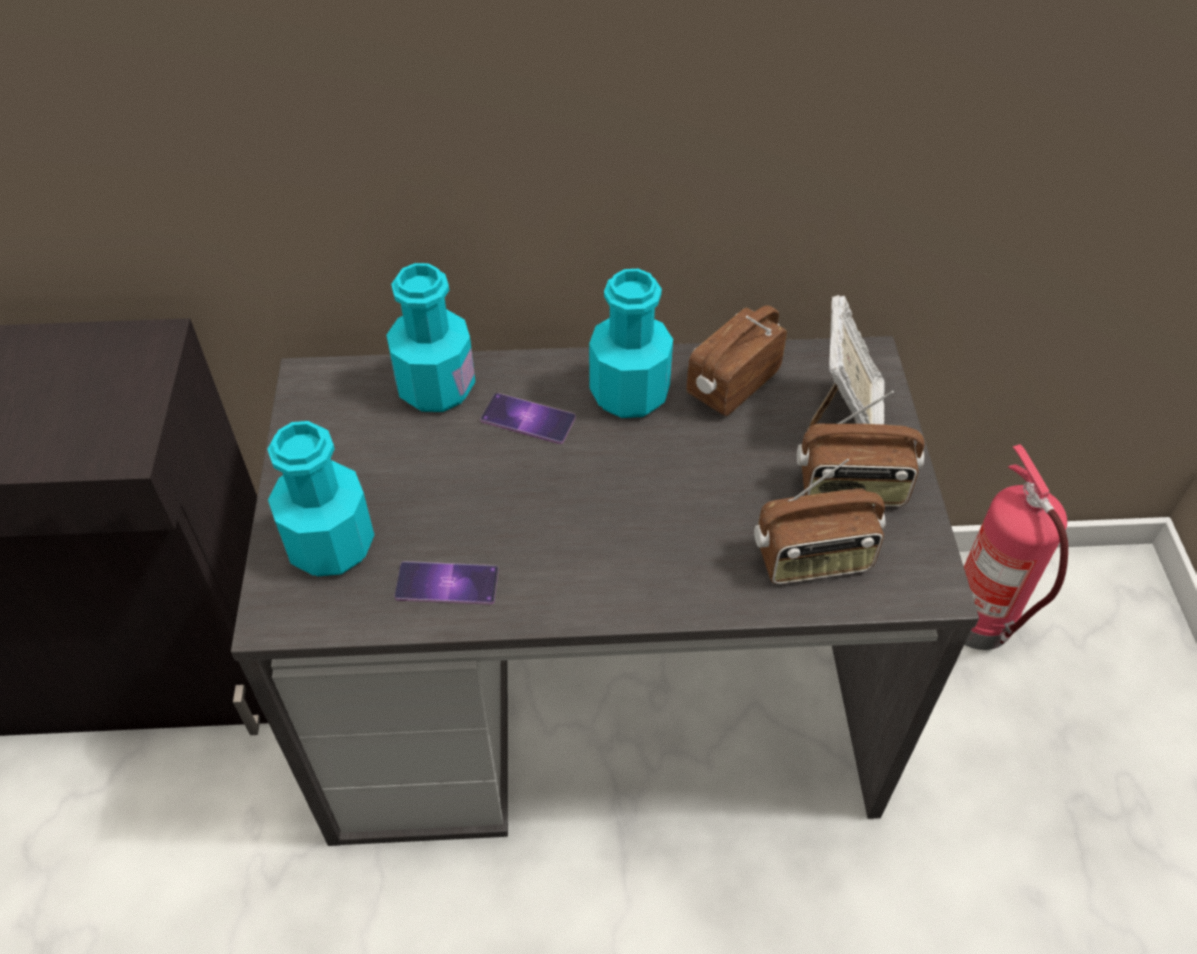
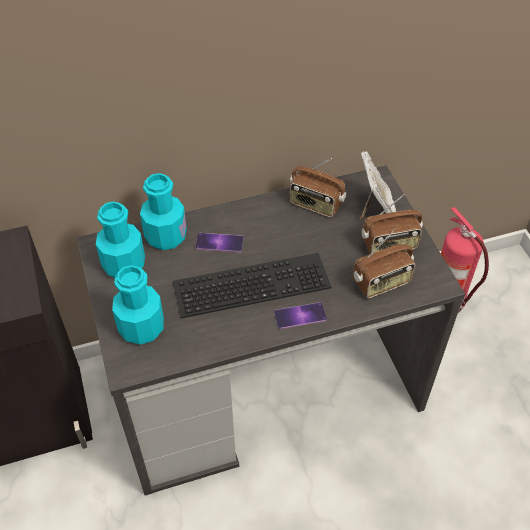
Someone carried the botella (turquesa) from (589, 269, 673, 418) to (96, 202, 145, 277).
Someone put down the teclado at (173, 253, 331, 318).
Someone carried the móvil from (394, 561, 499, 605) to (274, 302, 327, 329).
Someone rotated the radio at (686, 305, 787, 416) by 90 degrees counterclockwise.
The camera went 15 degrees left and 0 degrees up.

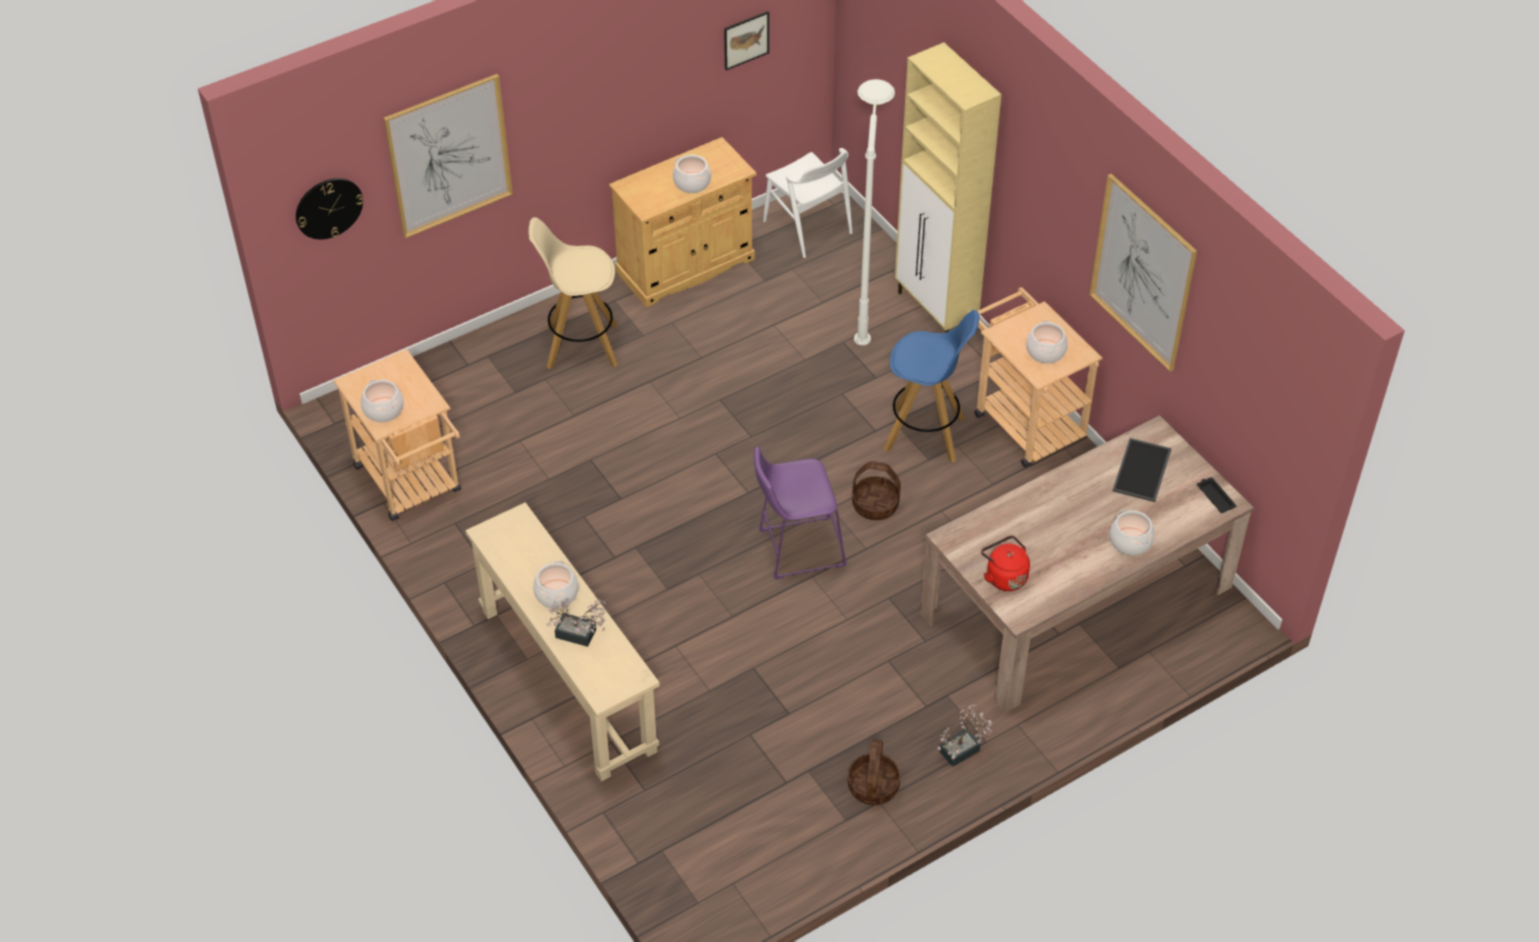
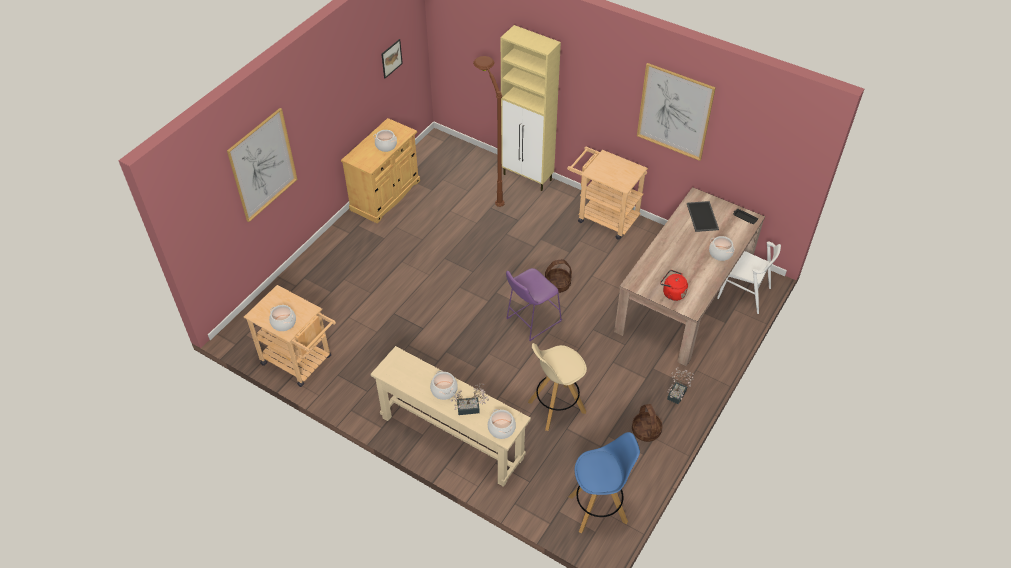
Someone repainted the lámpara de pie (blanco) at (854, 79, 895, 346), which became the lámpara de pie (marrón) at (473, 56, 505, 207).
Someone carried the olla from (1026, 321, 1068, 364) to (488, 409, 516, 439).
Someone carried the taburete (beis) from (528, 217, 618, 369) to (528, 343, 587, 431).
Someone carried the taburete (azul) from (883, 310, 979, 462) to (569, 432, 640, 534).
Someone carried the silla (blanco) from (763, 148, 853, 258) to (717, 241, 781, 314).
Someone took away the reloj de pared at (296, 178, 364, 239).
The camera went 25 degrees left and 0 degrees up.

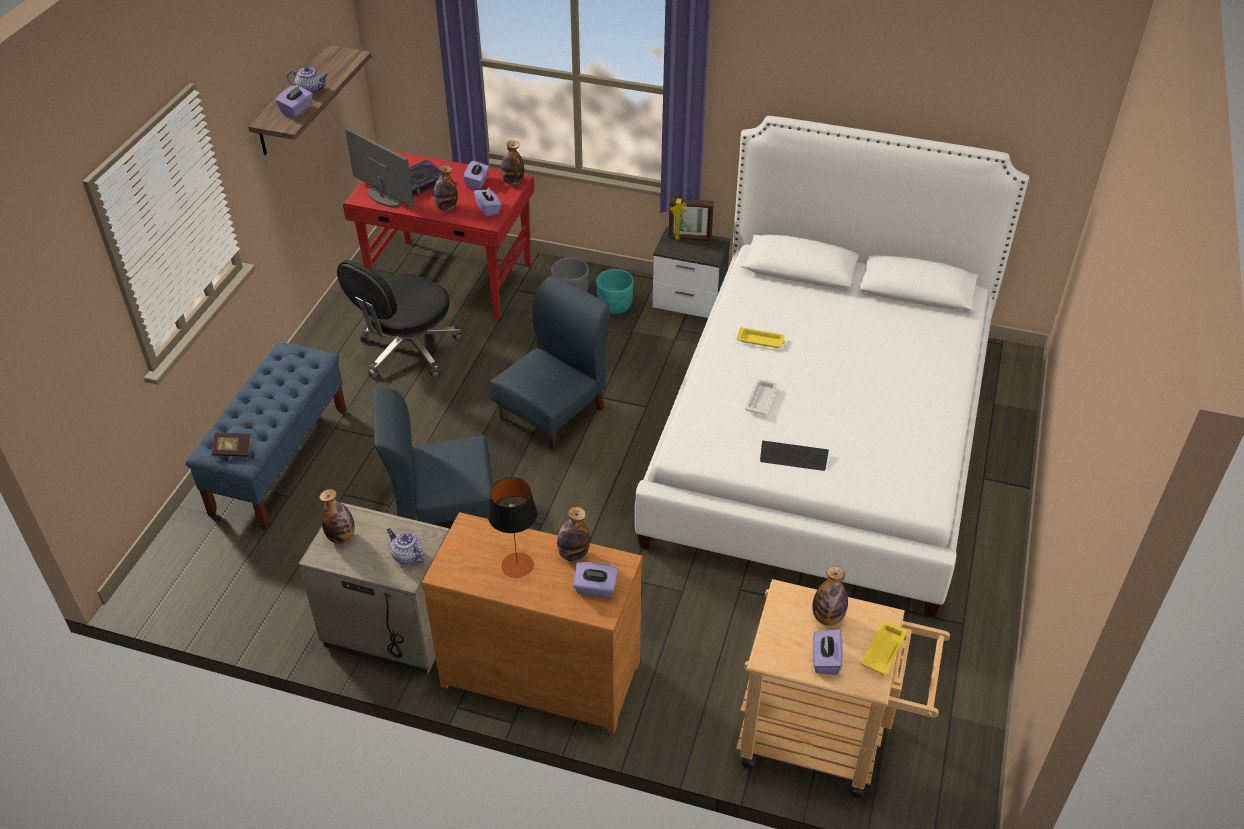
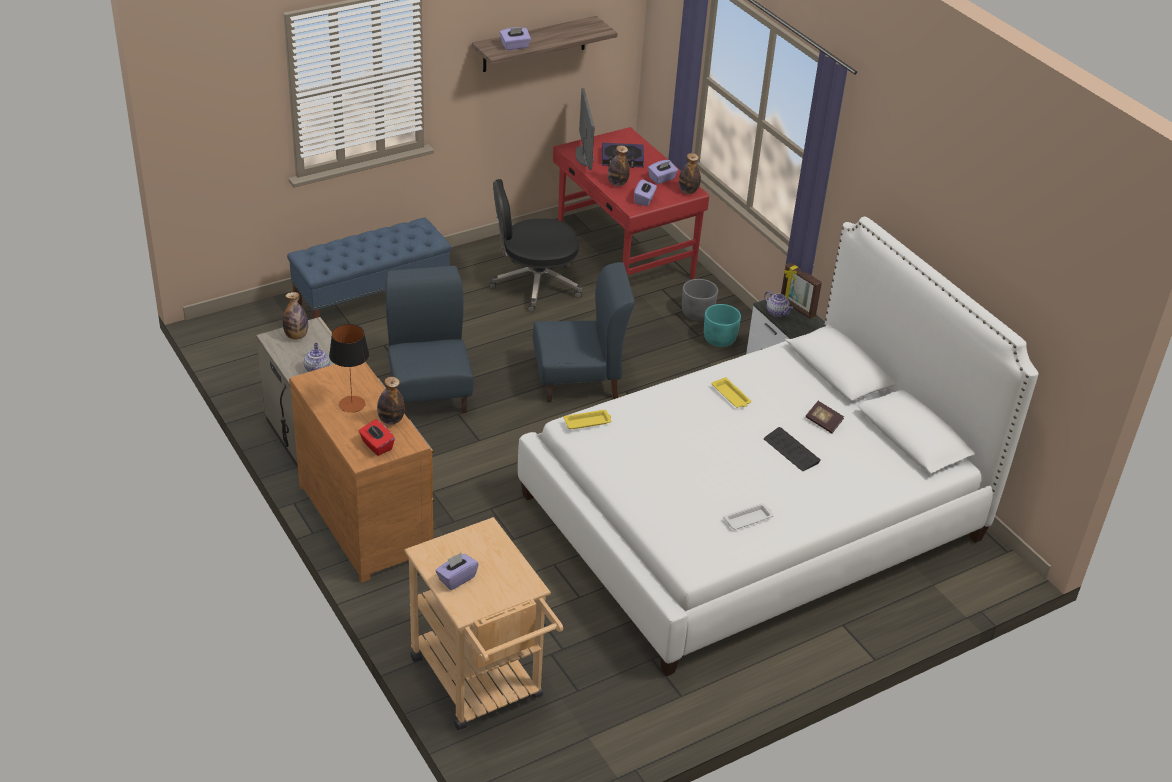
Someone repainted the caja de pañuelos (morado) at (573, 562, 618, 598), which became the caja de pañuelos (rojo) at (359, 419, 395, 456).
Someone rotated the silla (azul) at (372, 388, 493, 523) by 45 degrees clockwise.
Someone carried the bandeja (amarillo) from (861, 621, 907, 675) to (563, 410, 611, 429).
Someone carried the bandeja (blanco) from (745, 379, 777, 415) to (723, 503, 774, 530).
Someone carried the tetera from (287, 67, 328, 94) to (764, 291, 793, 317).
Someone carried the teclado from (760, 441, 829, 471) to (764, 427, 821, 471).
Someone carried the libro from (212, 433, 251, 457) to (806, 401, 844, 434).
Someone took away the botella at (812, 566, 848, 626).
The camera went 40 degrees right and 5 degrees down.

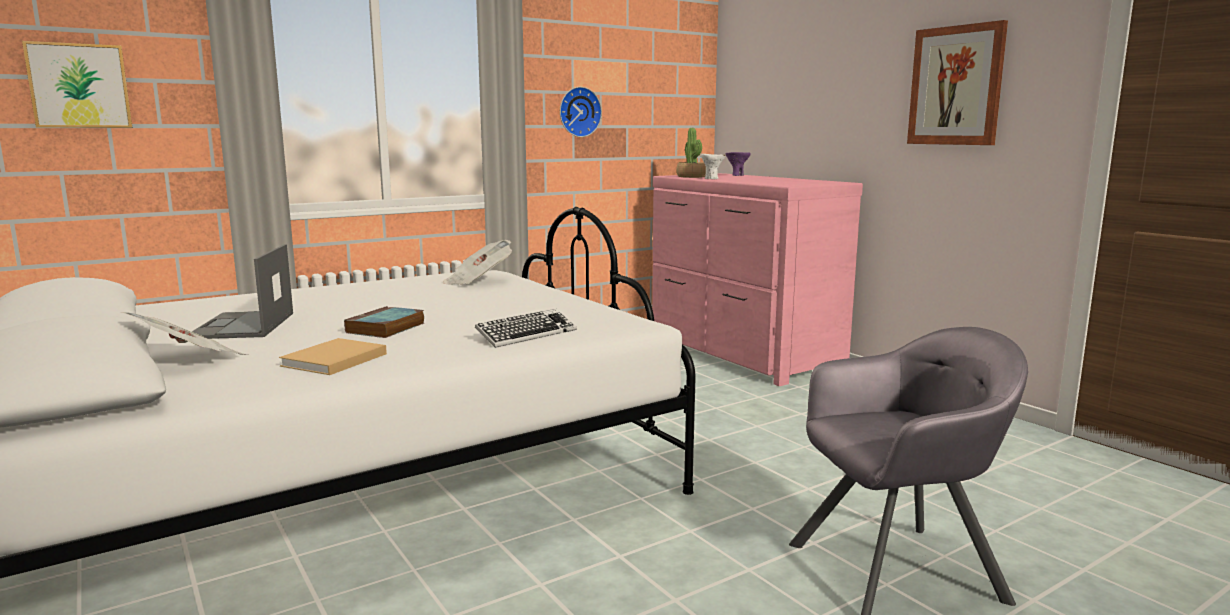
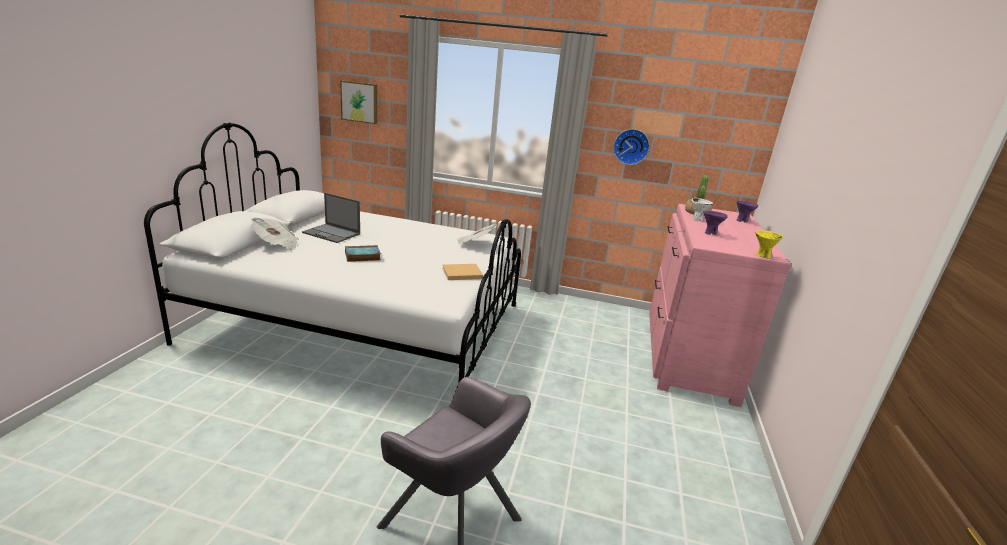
Someone rotated the portátil at (192, 244, 293, 339) by 105 degrees counterclockwise.
Someone carried the libro (beis) from (279, 338, 387, 375) to (442, 264, 483, 280).
Someone put down the cuenco (morado) at (703, 211, 728, 235).
Someone put down the cuenco (amarillo) at (756, 230, 783, 259).
Someone took away the teclado at (475, 309, 577, 348).
Someone took away the cuadro at (907, 20, 1008, 145).
The camera went 45 degrees right and 10 degrees up.

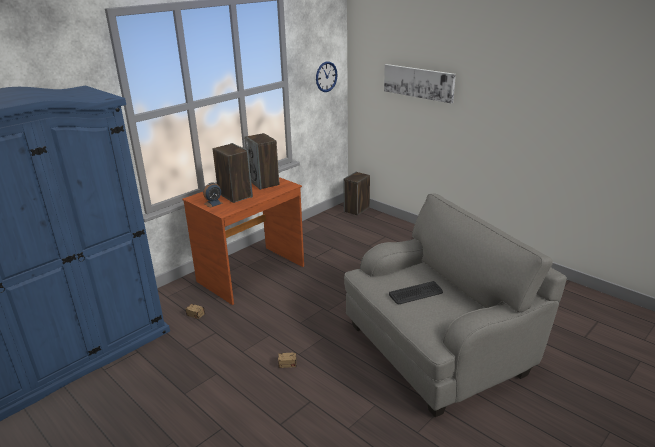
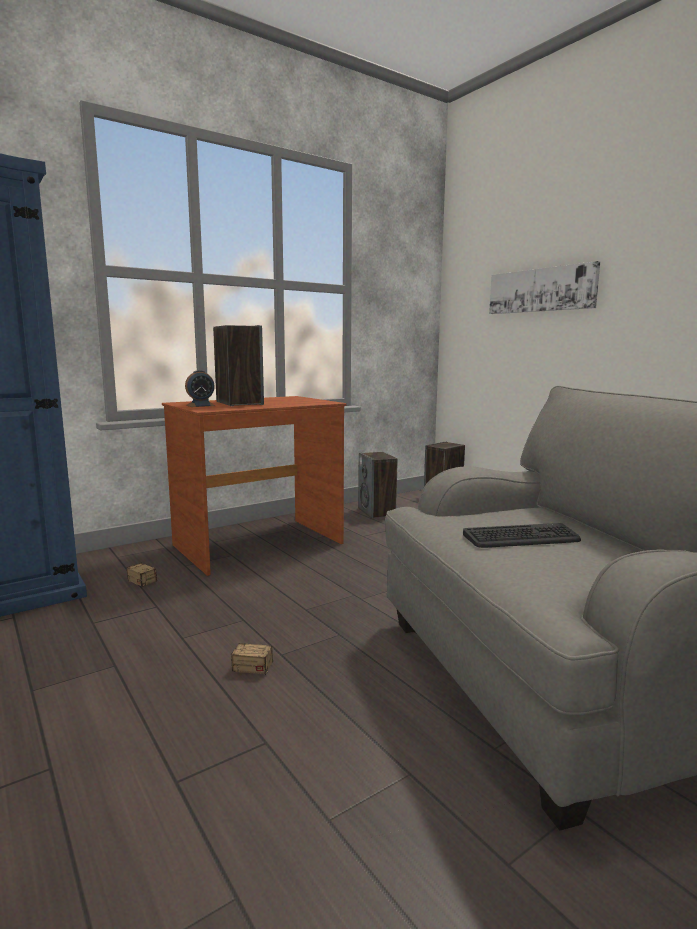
Someone carried the altavoz from (244, 133, 280, 190) to (358, 452, 398, 518).
Someone took away the reloj de pared at (316, 61, 338, 92).
The camera went 10 degrees right and 15 degrees down.

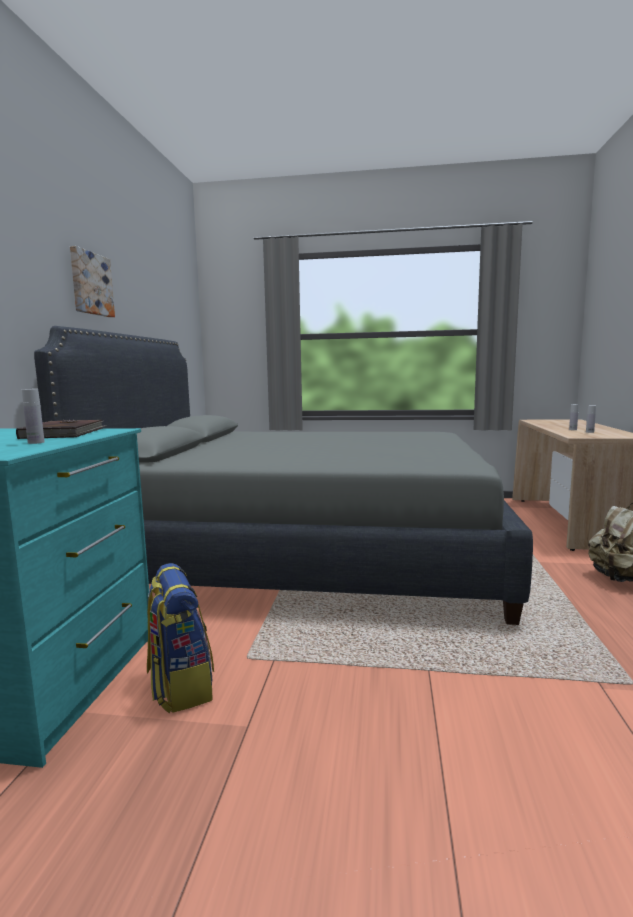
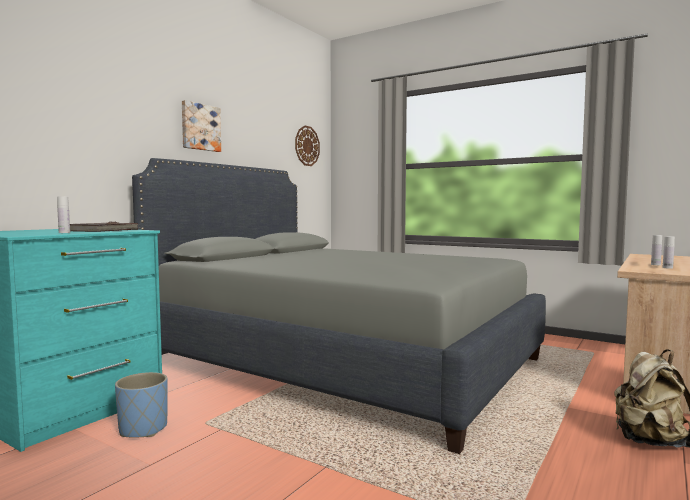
Someone swapped the mochila at (147, 563, 214, 713) for the maceta (azul) at (115, 372, 168, 438).
Someone put up the reloj de pared at (295, 125, 320, 166).
The camera went 25 degrees right and 5 degrees down.

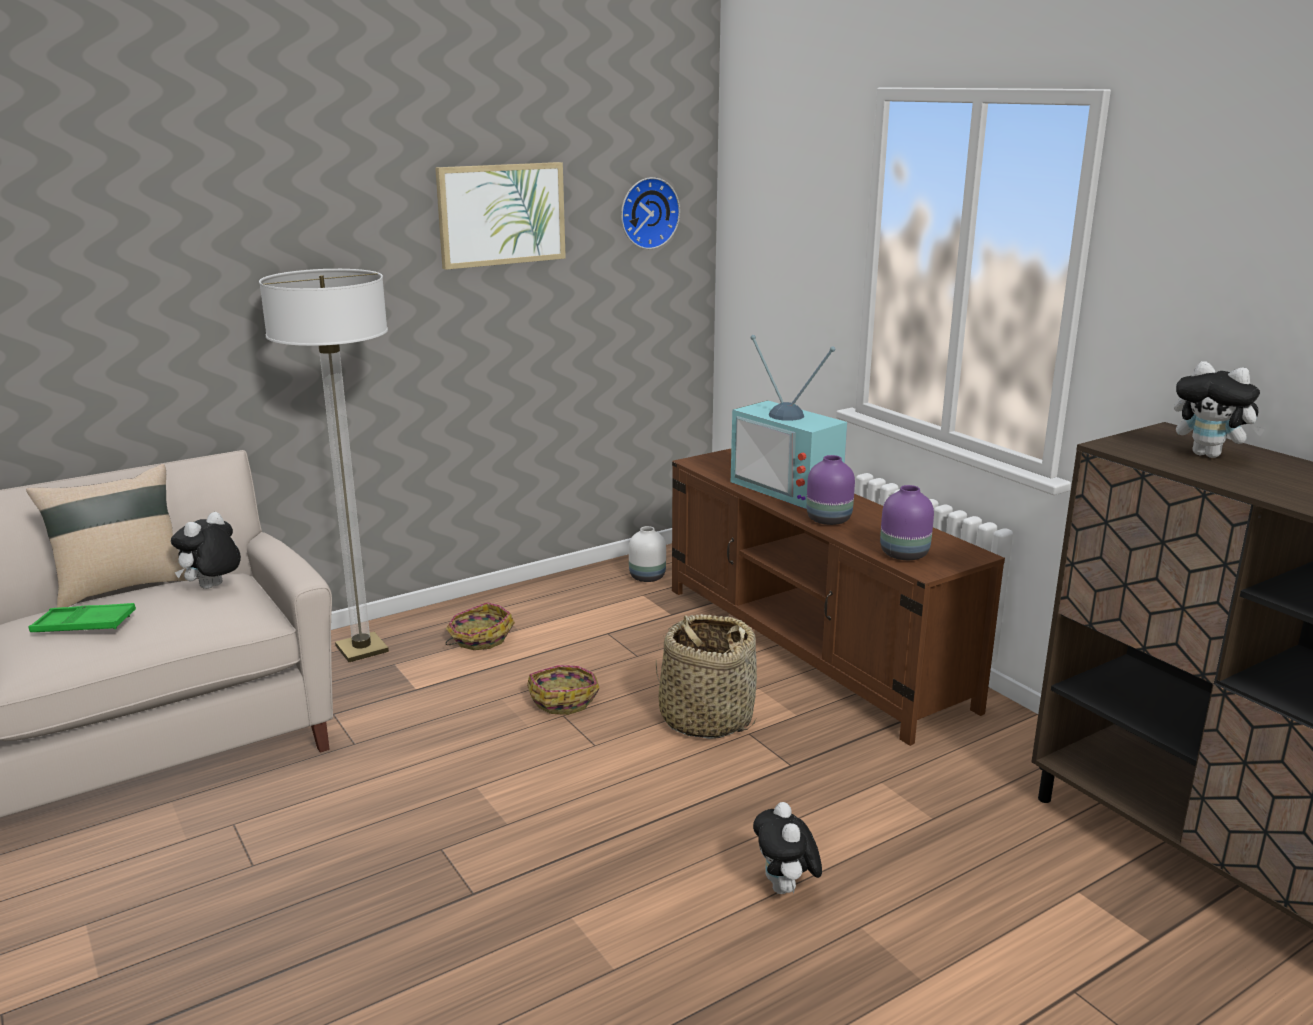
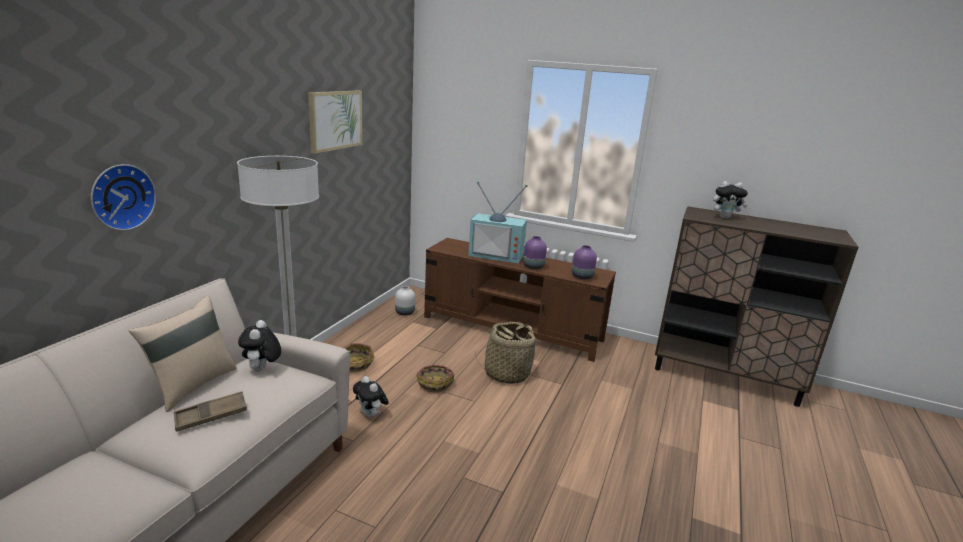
Someone carried the reloj de pared from (621, 177, 680, 249) to (91, 164, 156, 230).
Someone repainted the bandeja (verde) at (28, 603, 136, 632), which became the bandeja (marrón) at (174, 391, 247, 432).
Someone carried the peluche from (753, 802, 822, 894) to (353, 376, 389, 418).
The camera went 35 degrees left and 0 degrees up.

